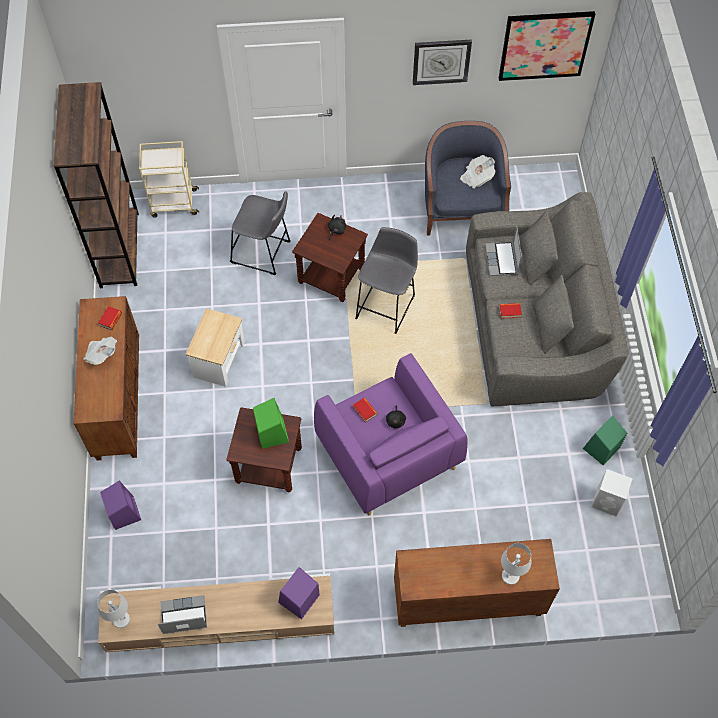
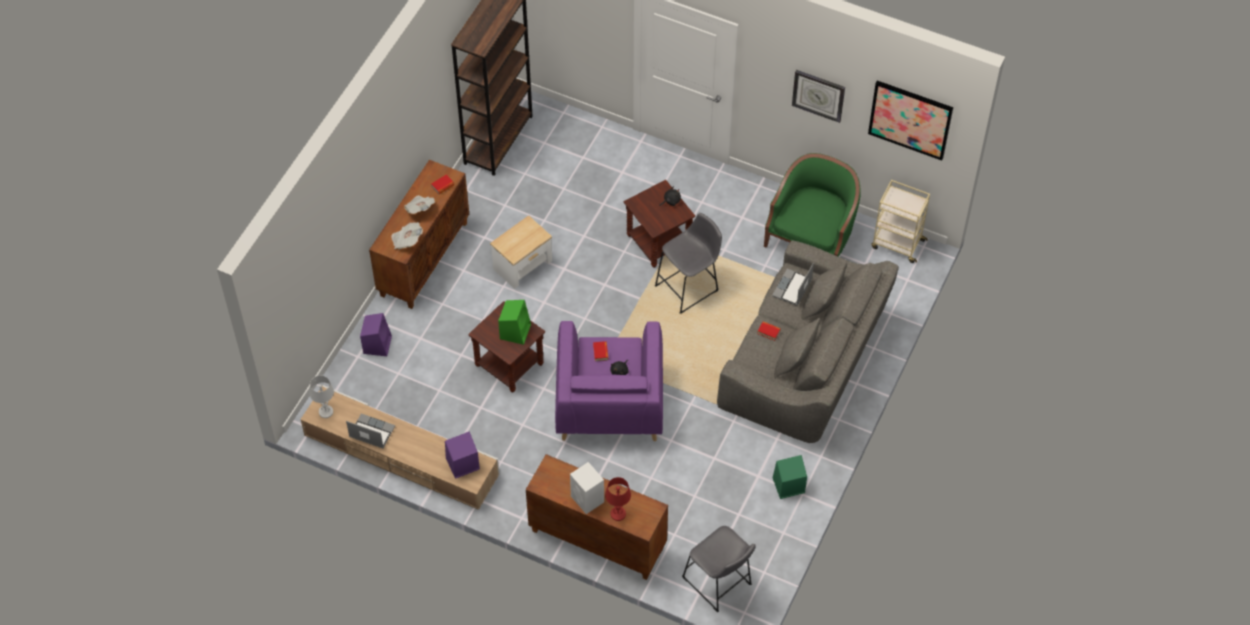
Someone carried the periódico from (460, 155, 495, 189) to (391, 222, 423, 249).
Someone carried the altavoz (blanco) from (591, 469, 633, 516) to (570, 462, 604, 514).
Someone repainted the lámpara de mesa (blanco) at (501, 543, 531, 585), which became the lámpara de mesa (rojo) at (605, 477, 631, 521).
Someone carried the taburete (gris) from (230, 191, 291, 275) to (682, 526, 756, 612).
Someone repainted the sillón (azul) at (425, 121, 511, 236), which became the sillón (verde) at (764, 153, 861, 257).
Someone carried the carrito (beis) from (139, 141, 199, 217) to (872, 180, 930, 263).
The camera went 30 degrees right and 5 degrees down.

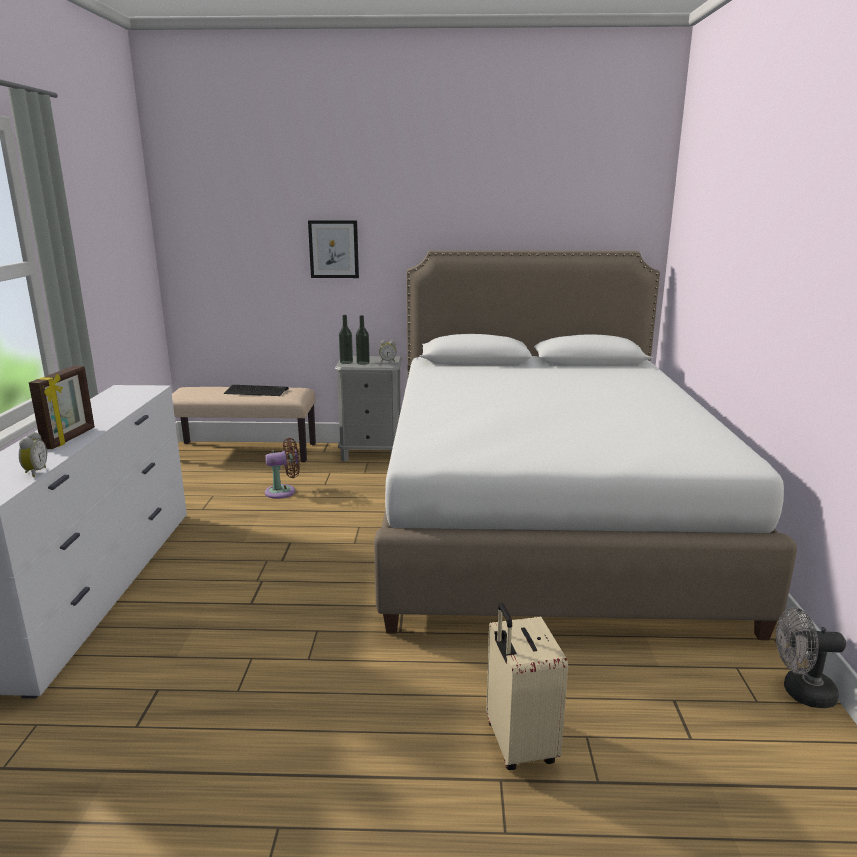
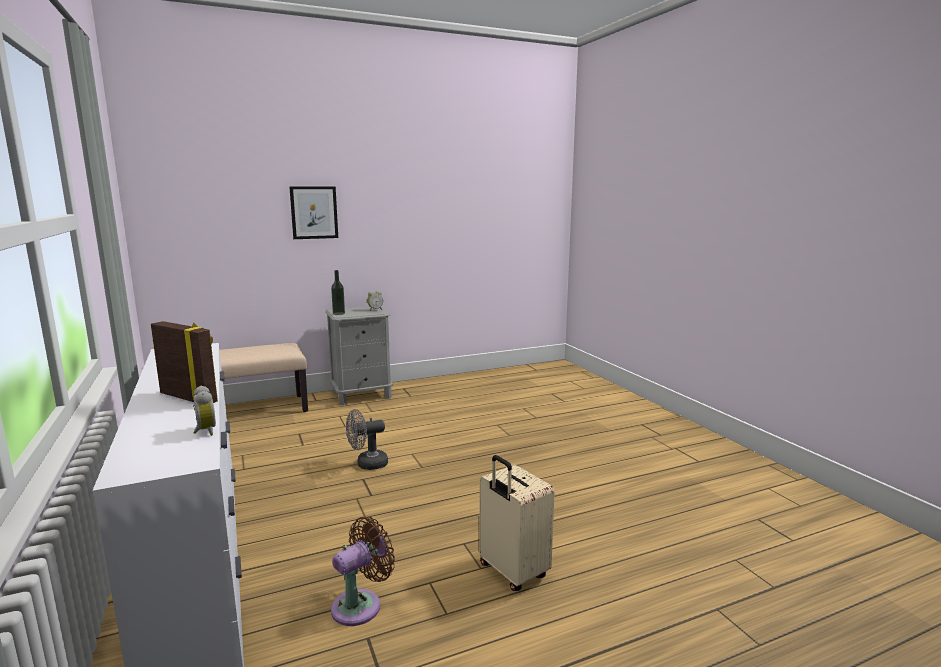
Someone rotated the portarretratos at (29, 366, 95, 449) by 45 degrees counterclockwise.
Someone carried the ventilador (marrón) from (265, 438, 300, 499) to (331, 517, 395, 626).
Someone carried the ventilador (gris) from (776, 607, 846, 708) to (346, 409, 388, 470).
Someone carried the maleta (beis) from (486, 603, 568, 770) to (479, 455, 555, 591).
Someone took away the teclado at (224, 385, 289, 396).
Someone took away the botella at (356, 315, 370, 365).
Someone took away the cama (blanco) at (374, 250, 797, 640).
The camera went 25 degrees left and 5 degrees down.

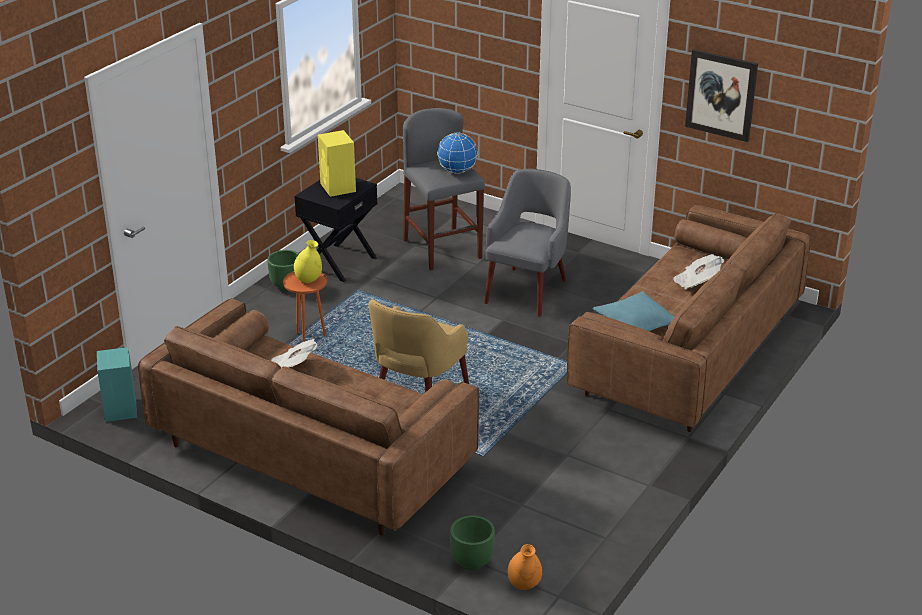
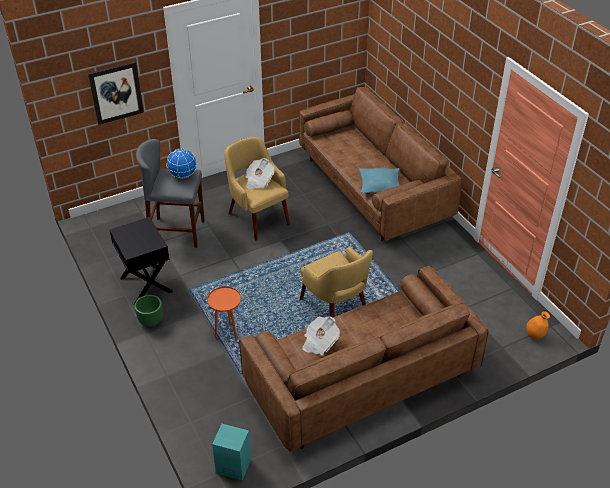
Someone carried the cuadro from (685, 49, 758, 142) to (88, 62, 144, 125).
Someone repainted the sillón (gris) at (484, 169, 571, 316), which became the sillón (amarillo) at (224, 137, 290, 241).
Someone carried the periódico from (673, 254, 724, 289) to (246, 158, 275, 189).
Someone took away the florero (amarillo) at (294, 240, 322, 283).
Someone took away the altavoz (amarillo) at (318, 130, 356, 197).
Someone took away the maceta (verde) at (450, 515, 495, 570).
The camera went 60 degrees left and 10 degrees up.

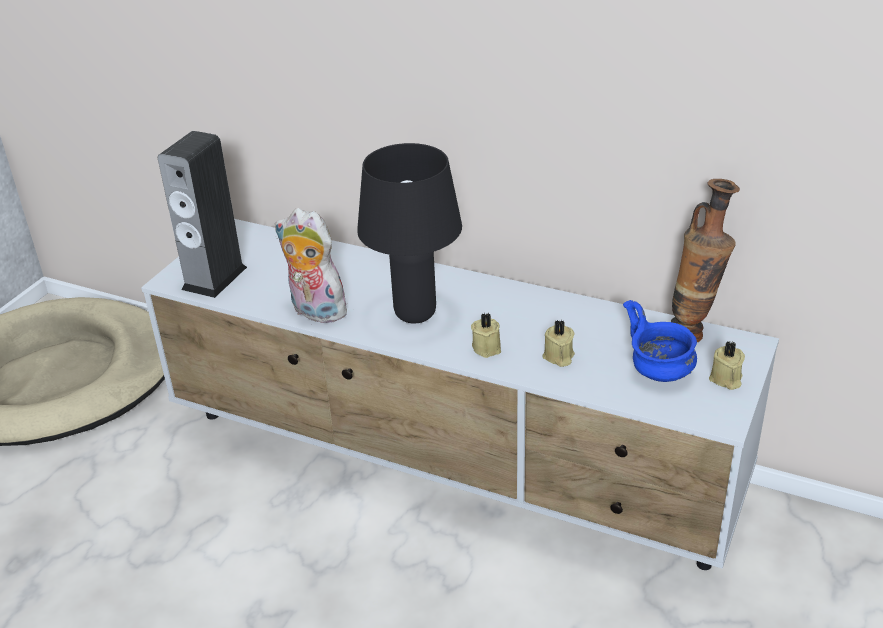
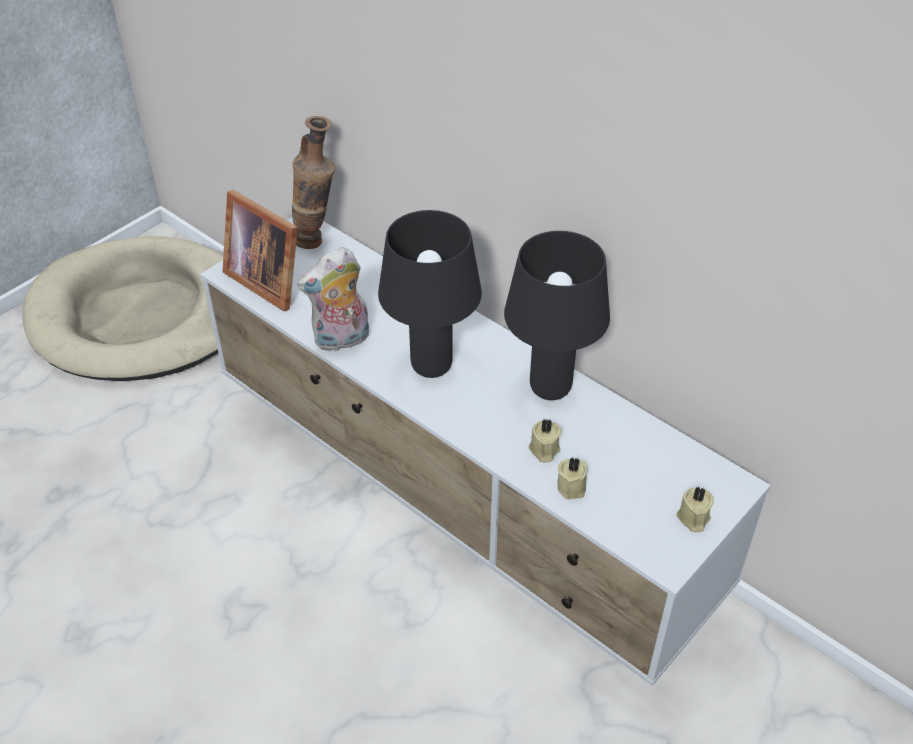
Someone swapped the altavoz at (158, 131, 247, 298) for the portarretratos at (222, 190, 298, 311).
Someone carried the florero from (671, 179, 740, 342) to (292, 116, 335, 249).
Someone rotated the peluche at (275, 208, 347, 323) by 75 degrees counterclockwise.
Someone put down the lámpara de mesa (negro) at (504, 231, 610, 400).
Someone carried the vela (beis) from (471, 312, 501, 358) to (557, 457, 588, 500).
Someone took away the cuenco (azul) at (623, 300, 697, 382).
The camera went 15 degrees right and 10 degrees up.

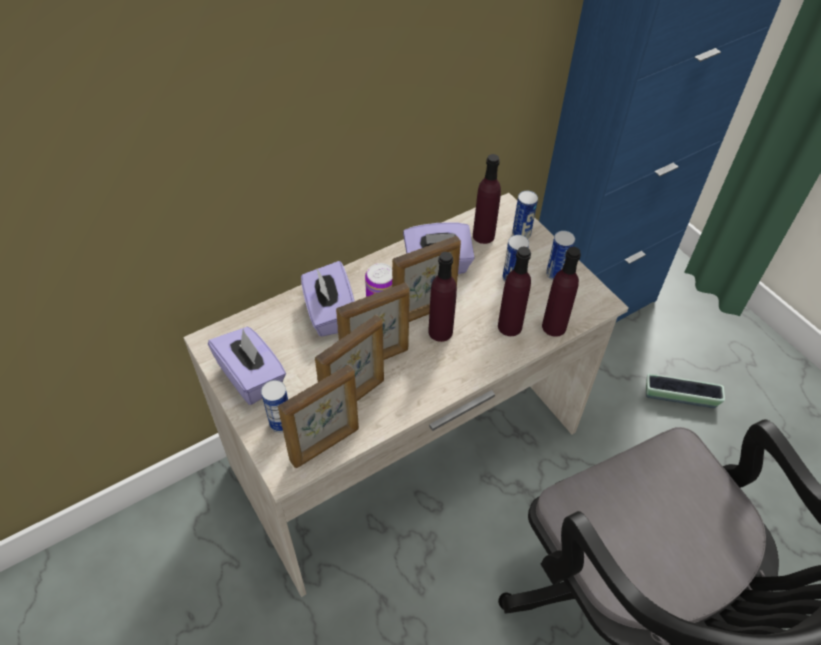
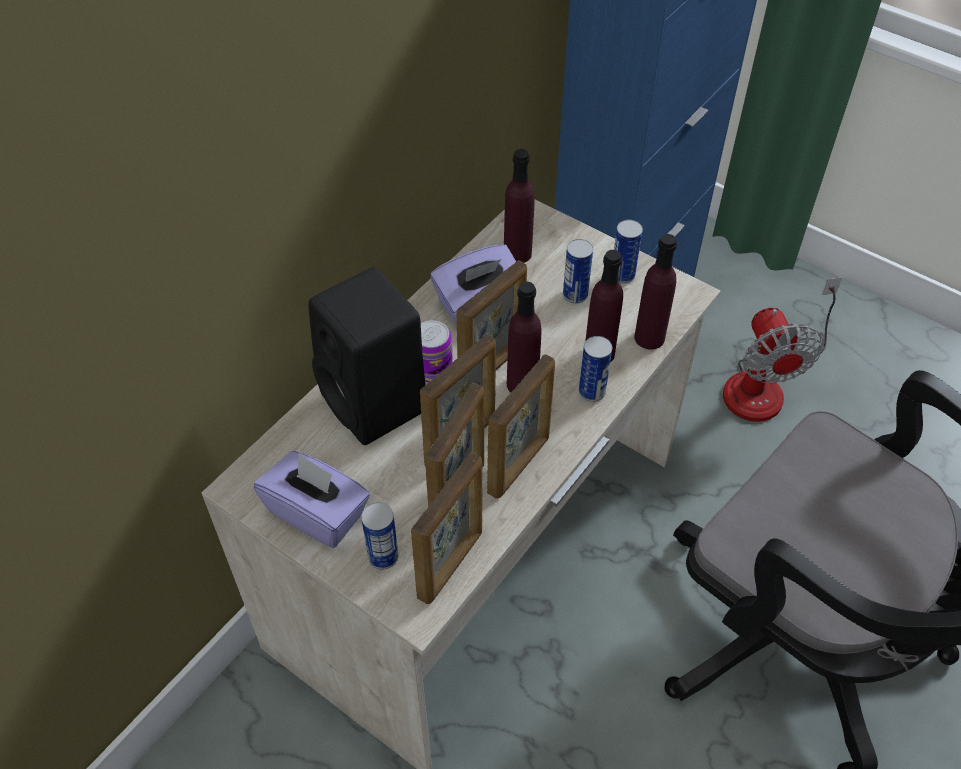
Someone swapped the caja de pañuelos (morado) at (301, 261, 355, 337) for the altavoz (negro) at (308, 267, 426, 445).
Someone put down the portarretratos at (487, 354, 555, 499).
Someone carried the lata from (512, 191, 538, 239) to (579, 336, 612, 402).
Someone swapped the maceta at (646, 374, 725, 408) for the ventilador at (723, 277, 842, 422).
The camera went 20 degrees left and 0 degrees up.

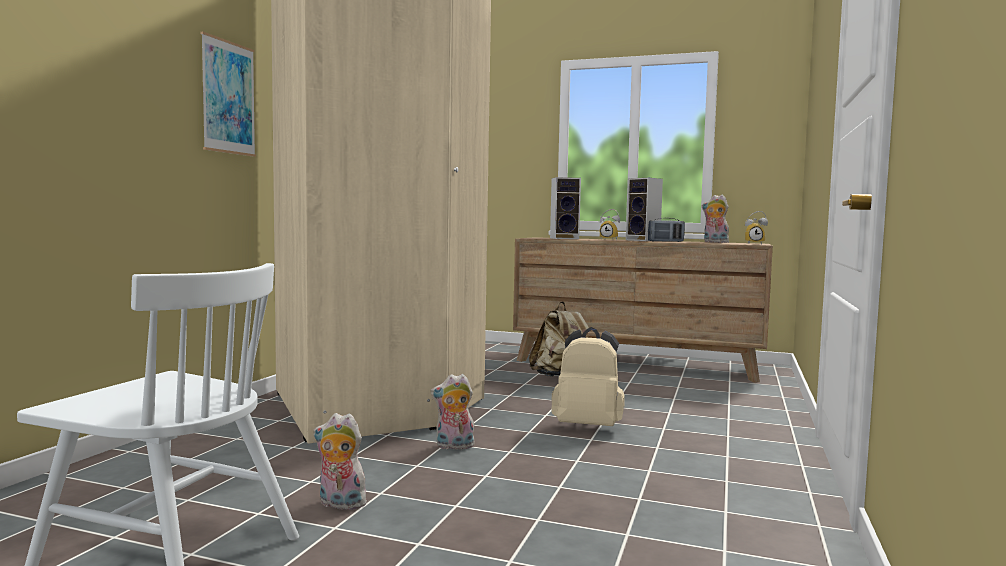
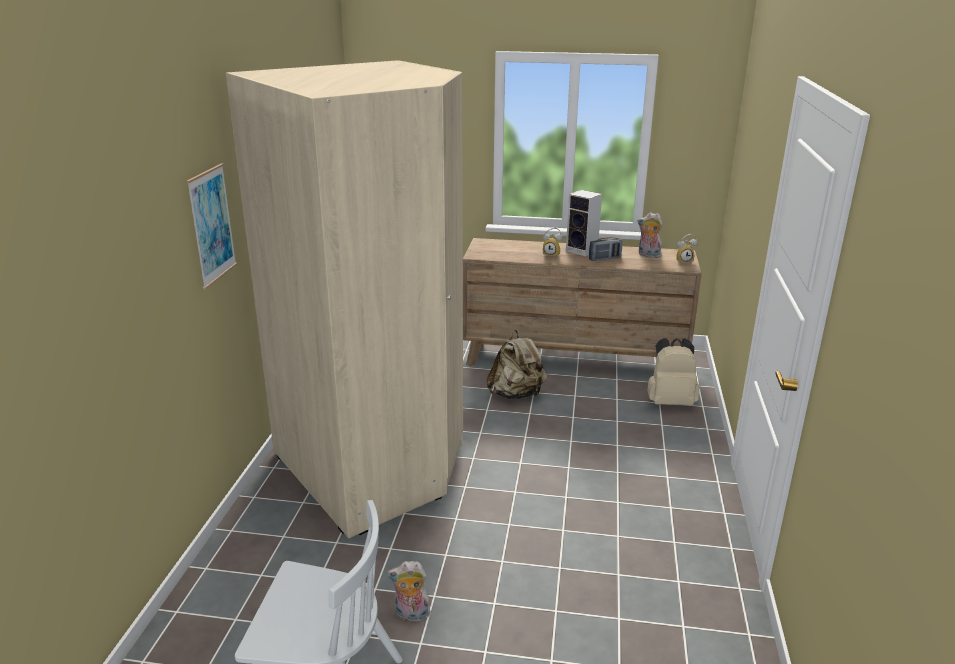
Someone carried the mochila (beis) from (551, 327, 625, 426) to (647, 338, 700, 406).
Someone took away the peluche at (430, 374, 474, 449).
Someone took away the altavoz at (550, 177, 581, 239).
The camera went 10 degrees left and 20 degrees up.

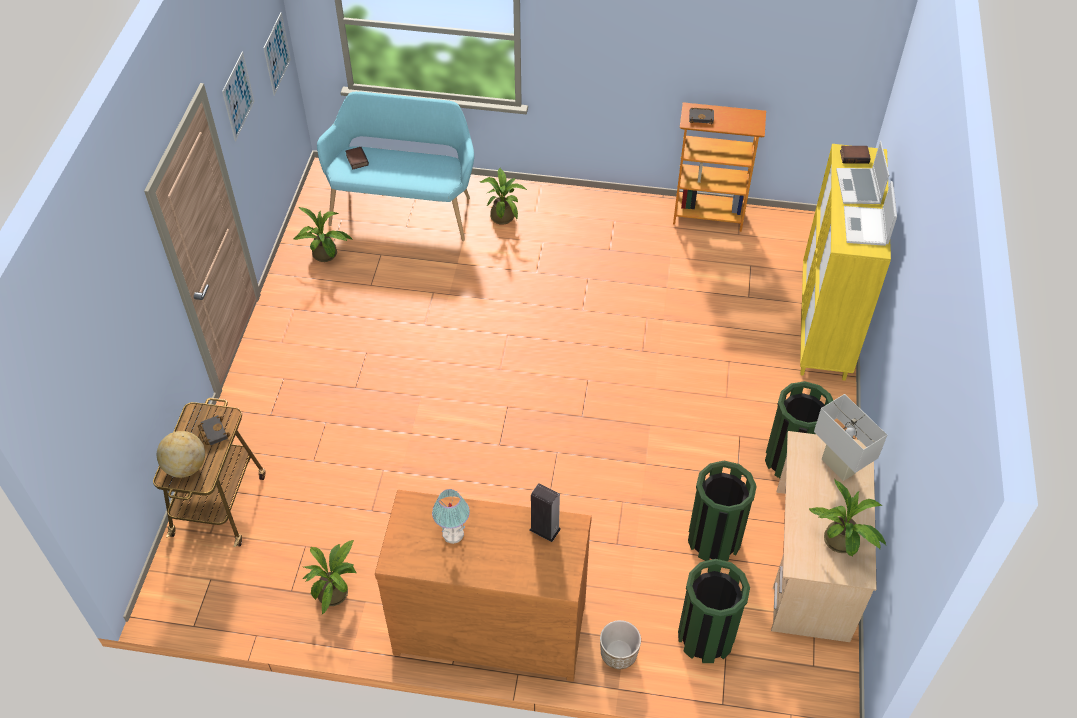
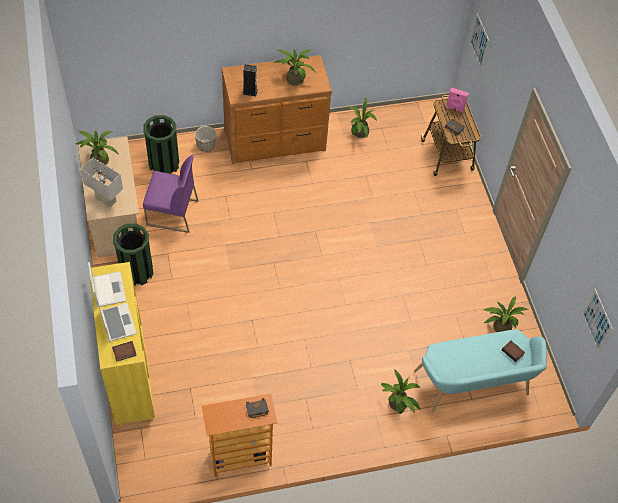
Someone swapped the papelera (verde) at (688, 461, 757, 561) for the silla (morado) at (143, 155, 199, 233).
Someone swapped the lámpara de mesa at (432, 489, 470, 544) for the planta en maceta at (274, 49, 316, 86).
Someone swapped the globo terráqueo at (157, 431, 205, 478) for the altavoz (rosa) at (446, 88, 468, 113).
Someone carried the cuadro from (222, 52, 255, 142) to (470, 13, 489, 69).
The camera went 155 degrees right and 5 degrees up.

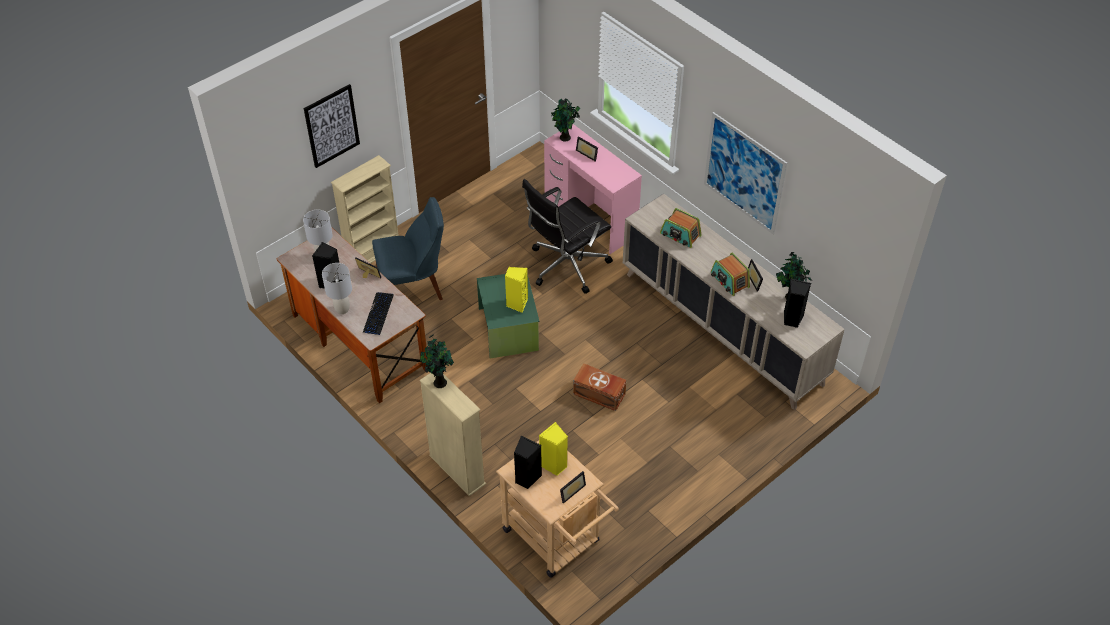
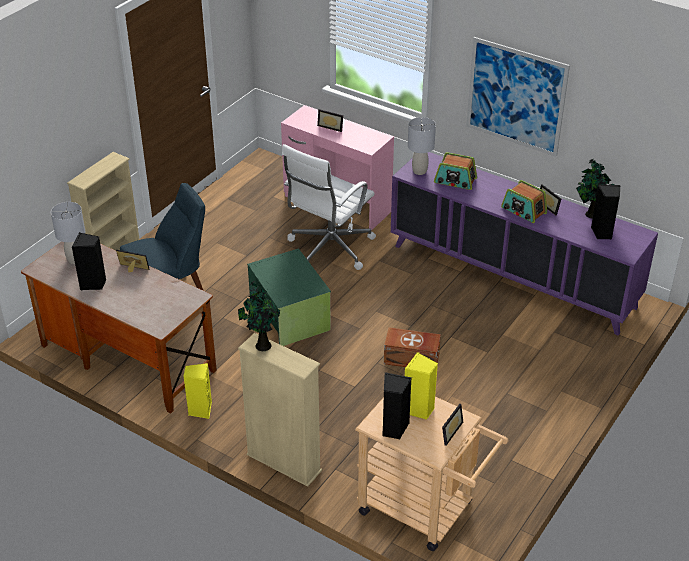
Someone carried the altavoz (amarillo) from (505, 267, 528, 313) to (183, 363, 212, 419).
Someone repainted the silla de oficina (negro) at (522, 179, 613, 294), which became the silla de oficina (blanco) at (282, 144, 376, 270).
Someone repainted the armario (beis) at (623, 194, 845, 410), which became the armario (morado) at (391, 152, 658, 336).
Someone carried the lámpara de mesa (gris) from (322, 263, 352, 314) to (408, 117, 436, 175).
Someone took away the cuadro at (304, 84, 360, 168).
Someone took away the teclado at (363, 292, 394, 335).
Someone took away the planta en maceta at (551, 98, 580, 142).
The camera went 15 degrees left and 10 degrees down.

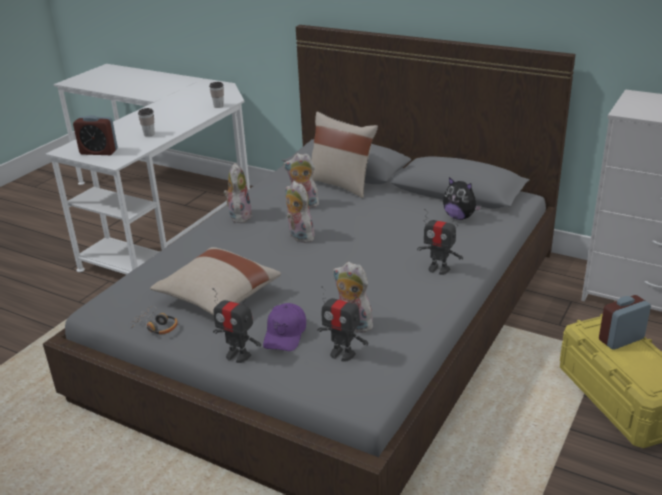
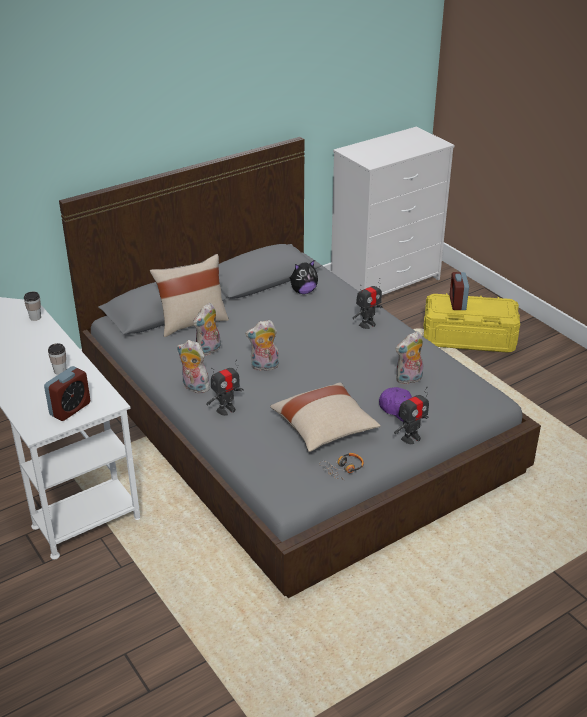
Someone carried the robot de juguete from (317, 286, 368, 362) to (206, 359, 244, 416).
The camera went 65 degrees left and 5 degrees up.

